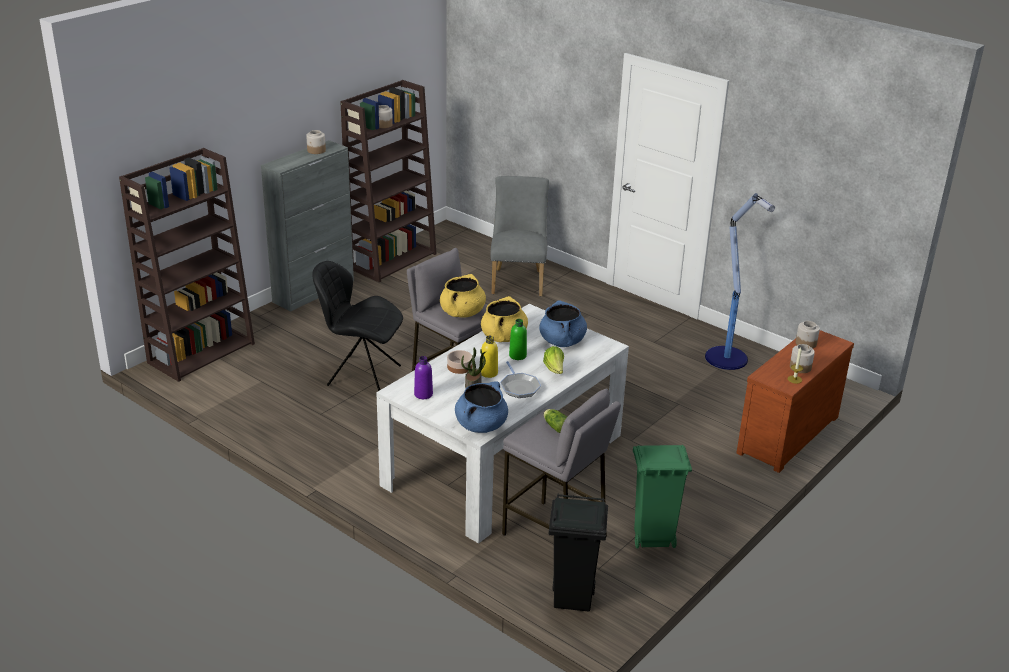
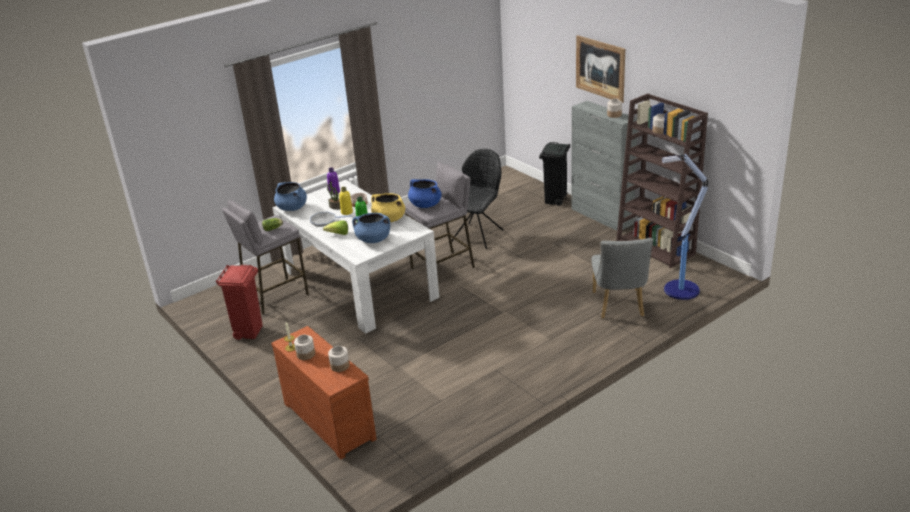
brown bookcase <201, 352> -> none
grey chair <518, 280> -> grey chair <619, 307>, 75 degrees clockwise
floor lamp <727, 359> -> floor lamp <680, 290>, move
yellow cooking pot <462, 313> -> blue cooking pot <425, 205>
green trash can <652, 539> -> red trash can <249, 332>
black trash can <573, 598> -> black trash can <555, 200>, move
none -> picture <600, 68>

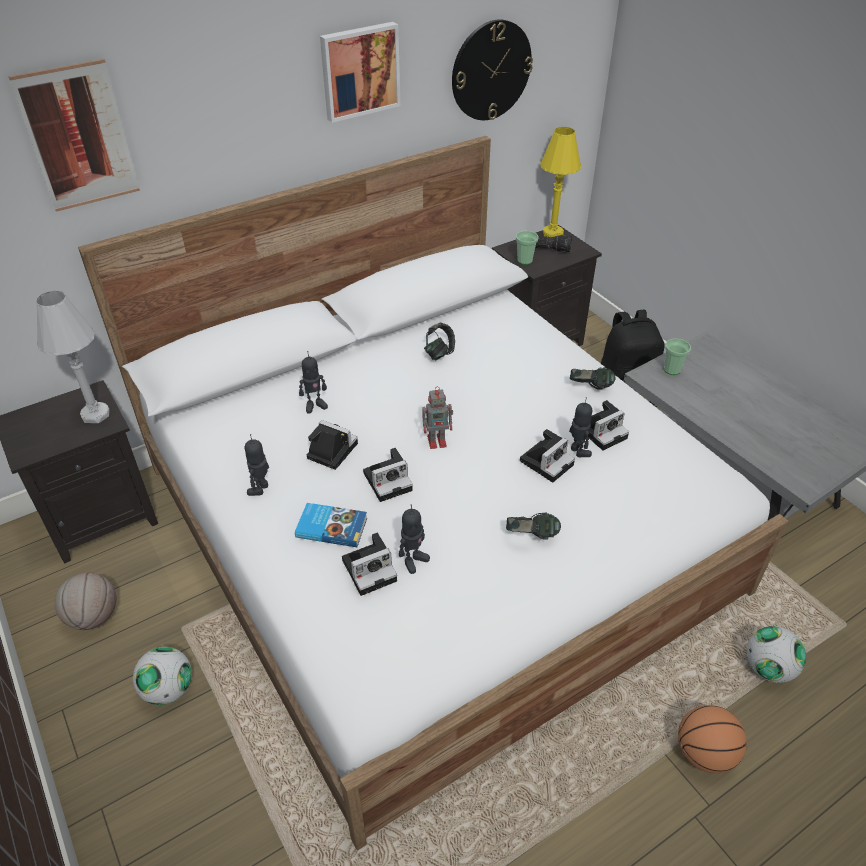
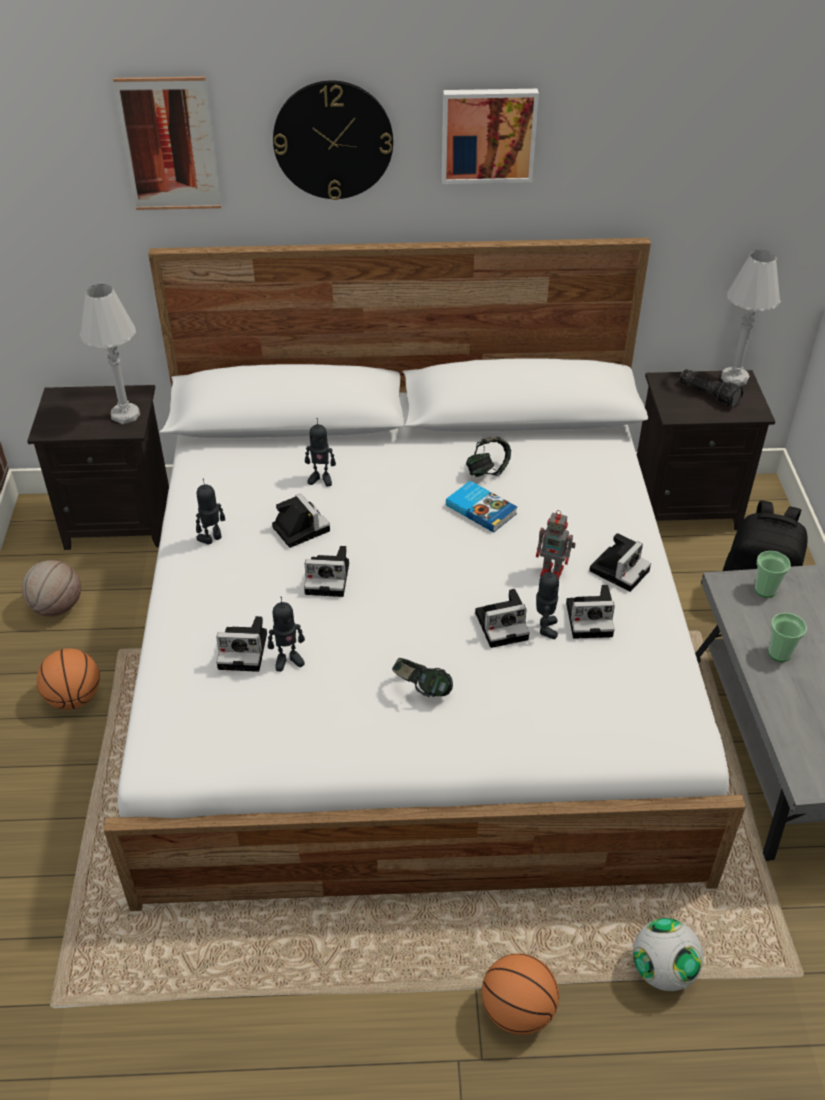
wall clock <491, 70> -> wall clock <333, 140>, move
yellow table lamp <552, 233> -> white table lamp <734, 378>
cup <525, 260> -> cup <779, 653>, move
headphones <590, 388> -> photo camera <619, 569>
toy robot <438, 441> -> toy robot <553, 572>, move
book <331, 527> -> book <481, 509>, move
football <168, 689> -> basketball <74, 698>

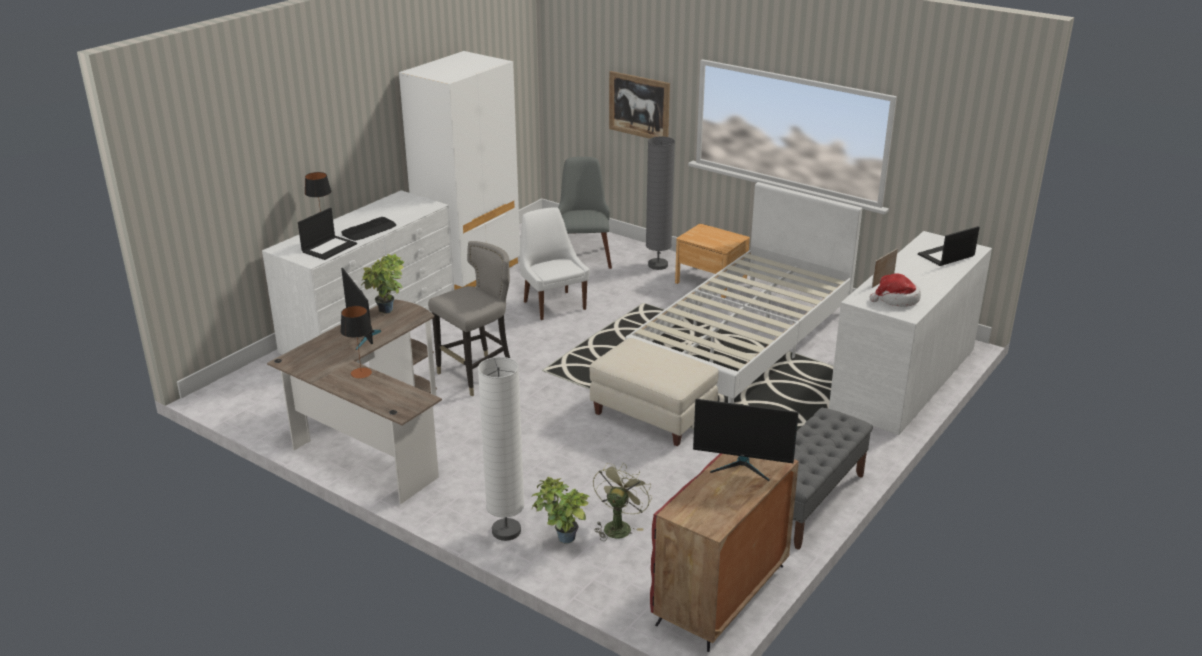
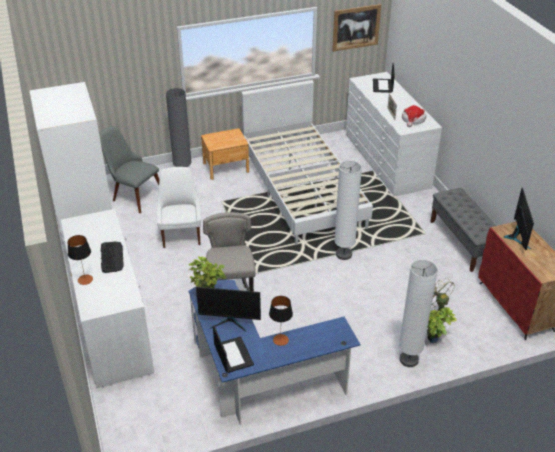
picture <639, 106> -> picture <356, 27>, move
white chair <553, 304> -> white chair <181, 235>, 75 degrees clockwise
laptop <329, 247> -> laptop <233, 354>, move
brown desk <371, 435> -> blue desk <257, 379>
beige ottoman <653, 415> -> white floor lamp <344, 254>
monitor <742, 466> -> monitor <517, 237>, 45 degrees counterclockwise

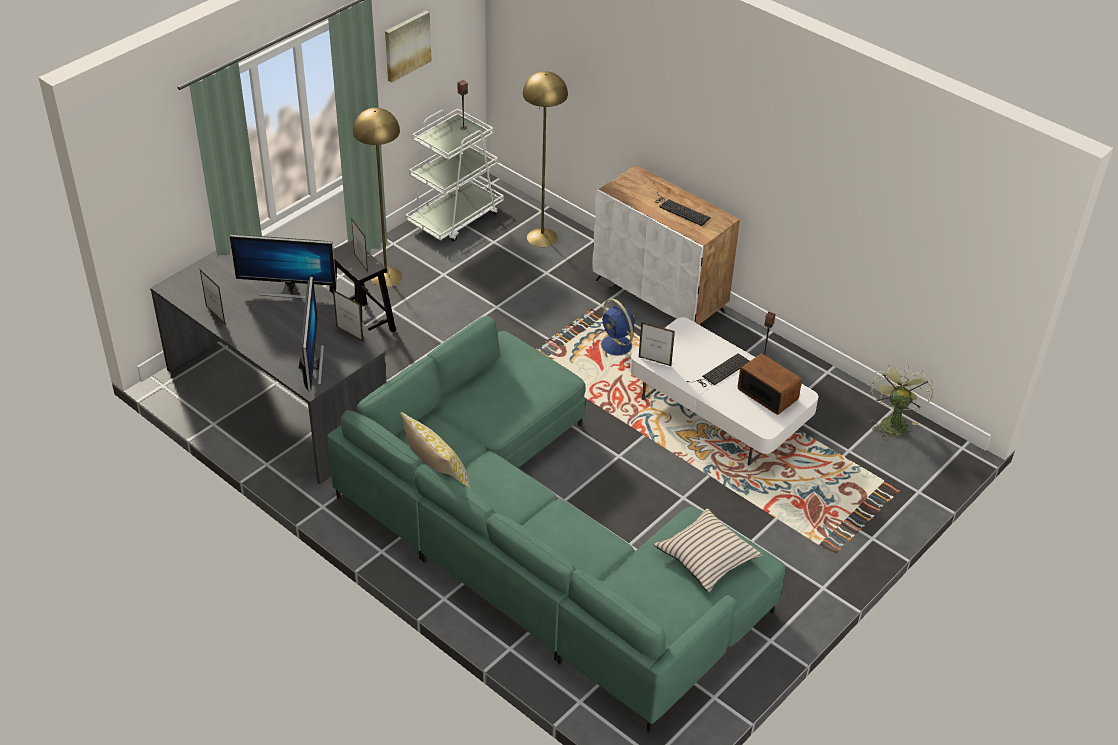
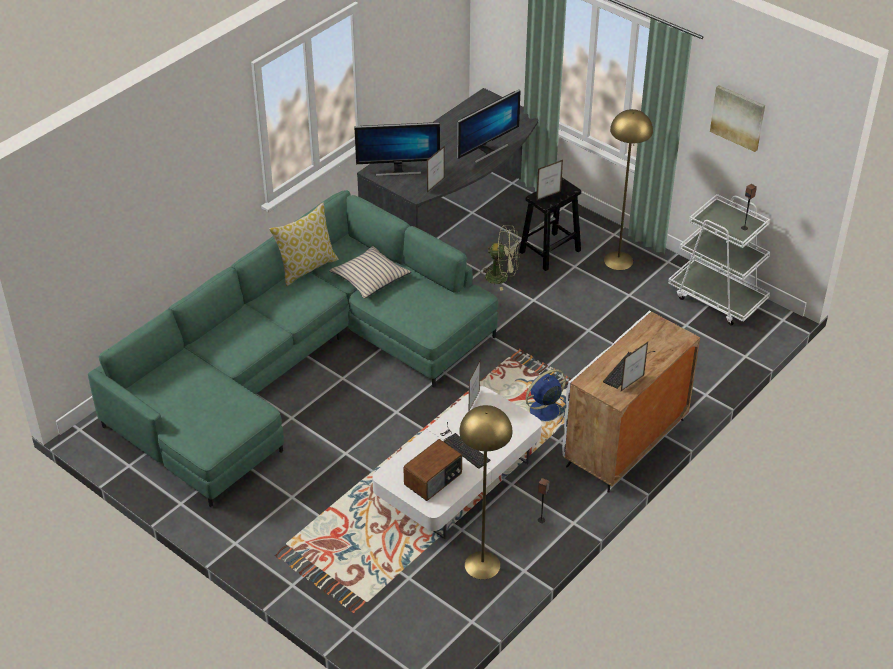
yellow floor lamp <542, 237> -> yellow floor lamp <482, 565>, move
monitor <287, 290> -> monitor <487, 150>, 135 degrees counterclockwise
picture frame <215, 315> -> picture frame <632, 383>, move
green fan <892, 422> -> green fan <502, 277>, move
beige pillow <706, 557> -> beige pillow <370, 278>, move

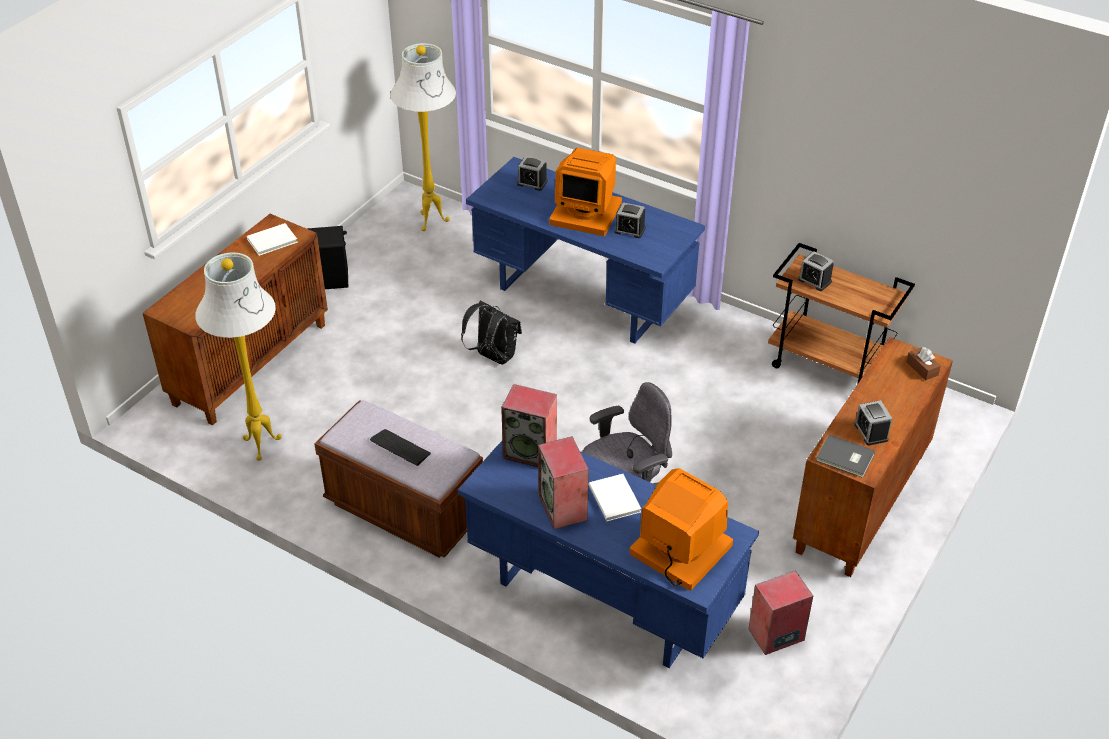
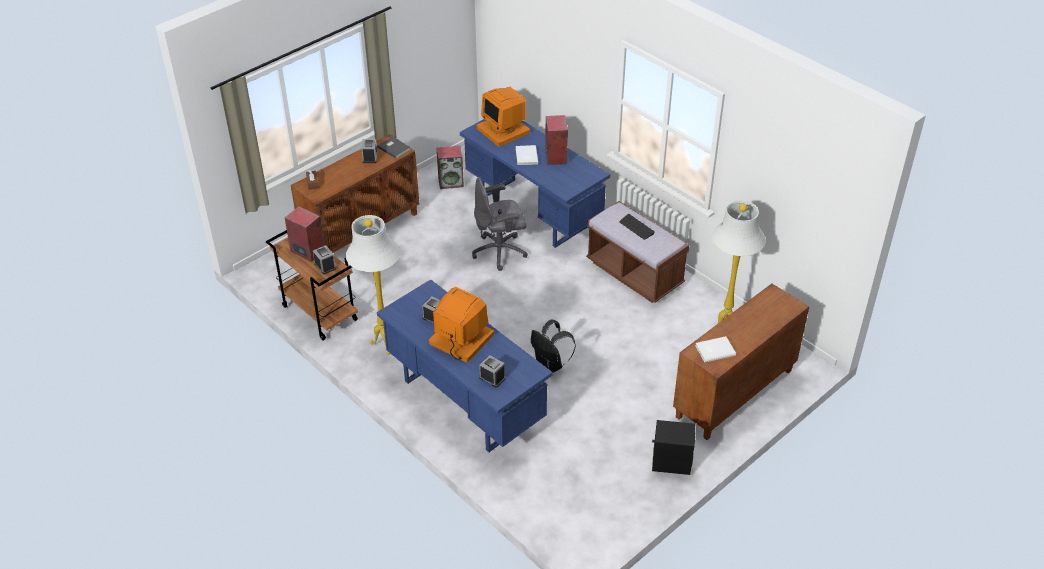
white floor lamp <432, 221> -> white floor lamp <383, 346>, move
speaker <531, 451> -> speaker <307, 251>, move

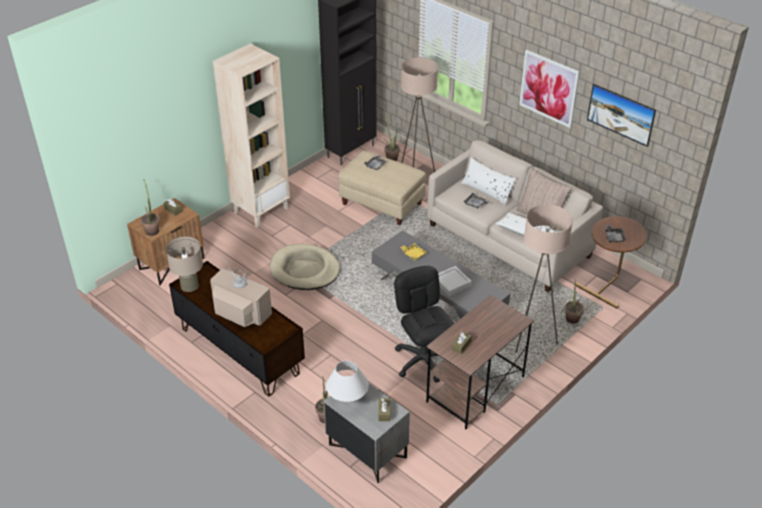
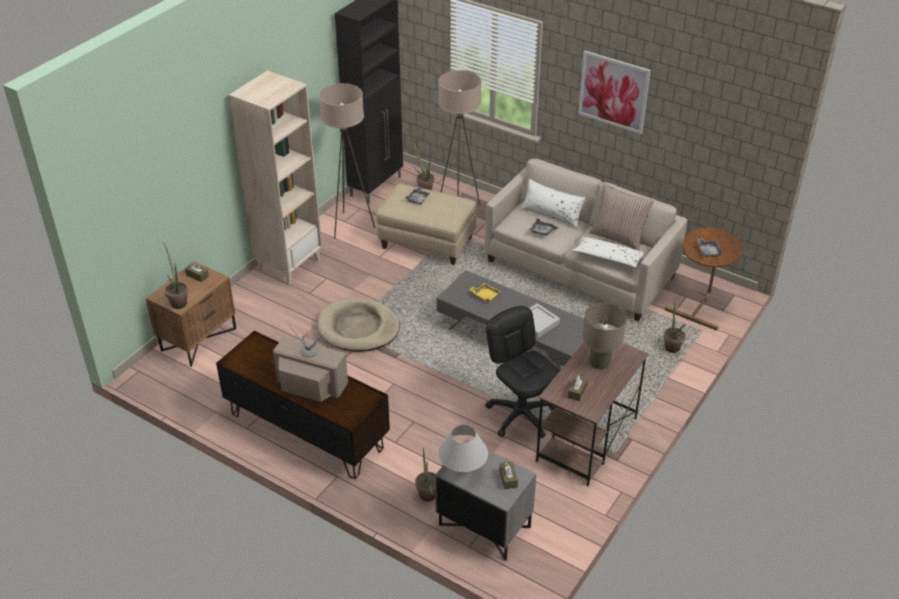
picture <619, 123> -> none
beige floor lamp <532, 340> -> beige floor lamp <350, 226>, move
beige table lamp <189, 285> -> beige table lamp <599, 362>, move

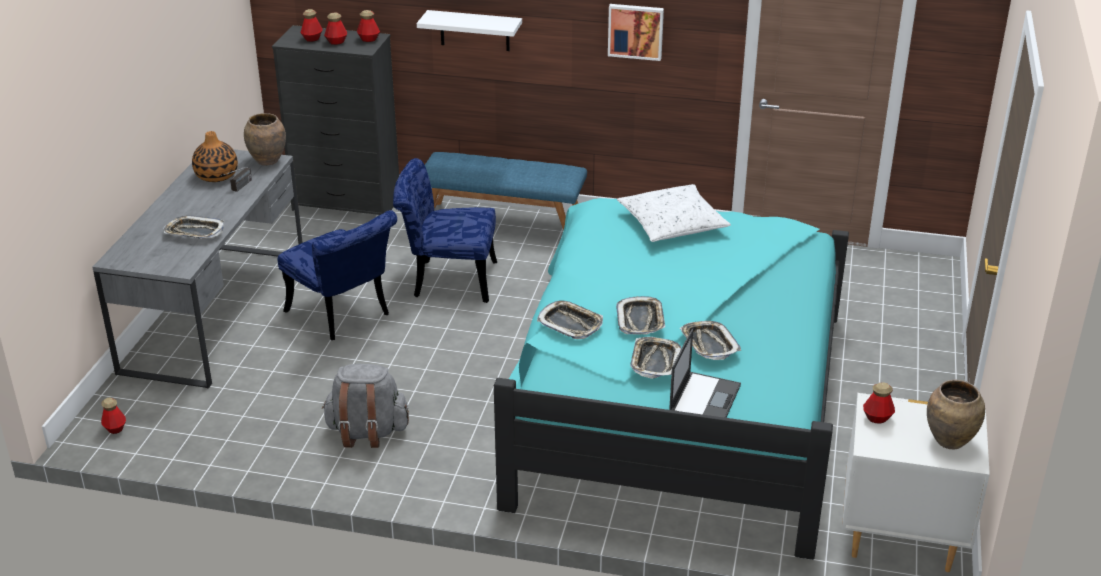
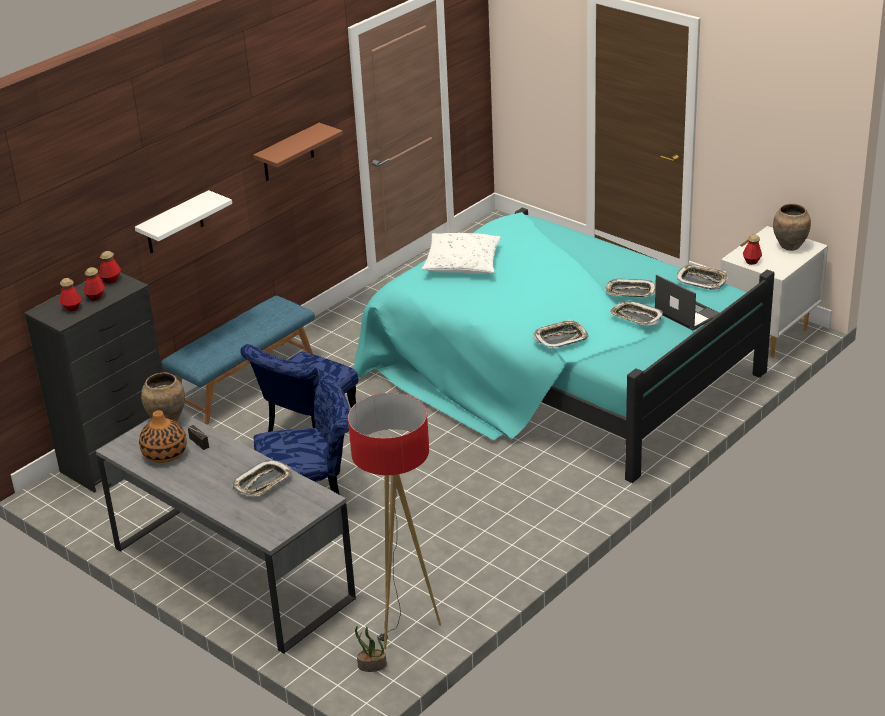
picture <636, 31> -> brown shelf <288, 153>
tray <641, 320> -> tray <701, 280>, move
grey backpack <367, 432> -> none
bottle <115, 428> -> potted plant <371, 666>
none -> floor lamp <403, 626>

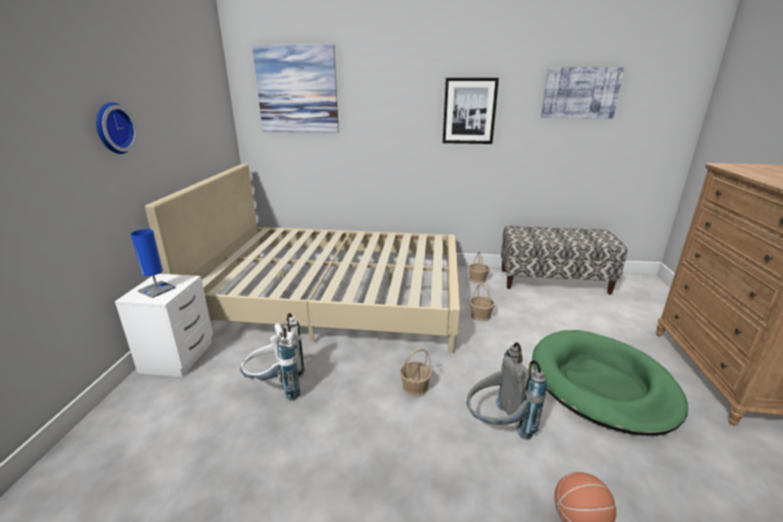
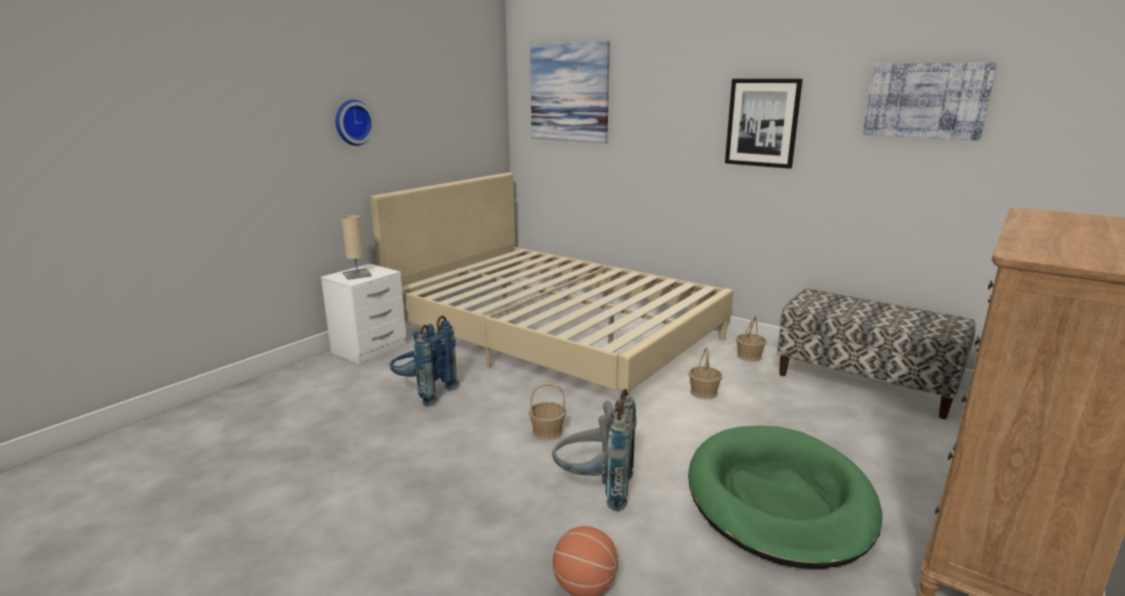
blue table lamp <157, 289> -> beige table lamp <357, 274>
white backpack <277, 387> -> blue backpack <423, 393>

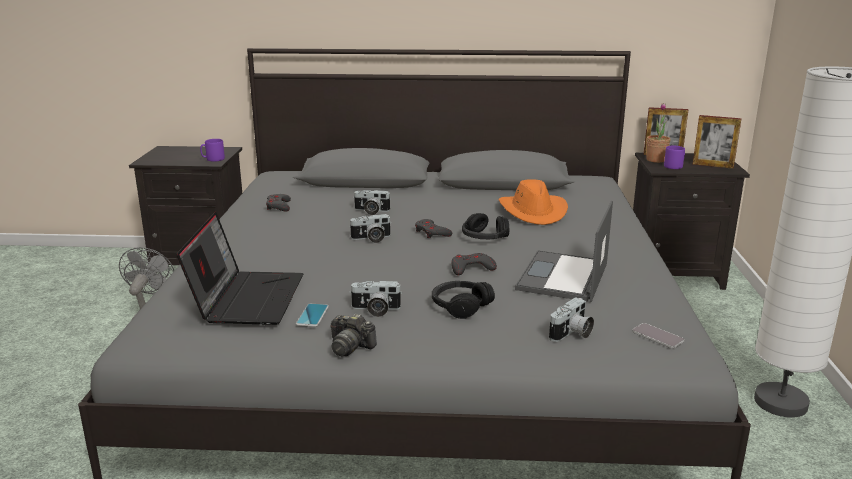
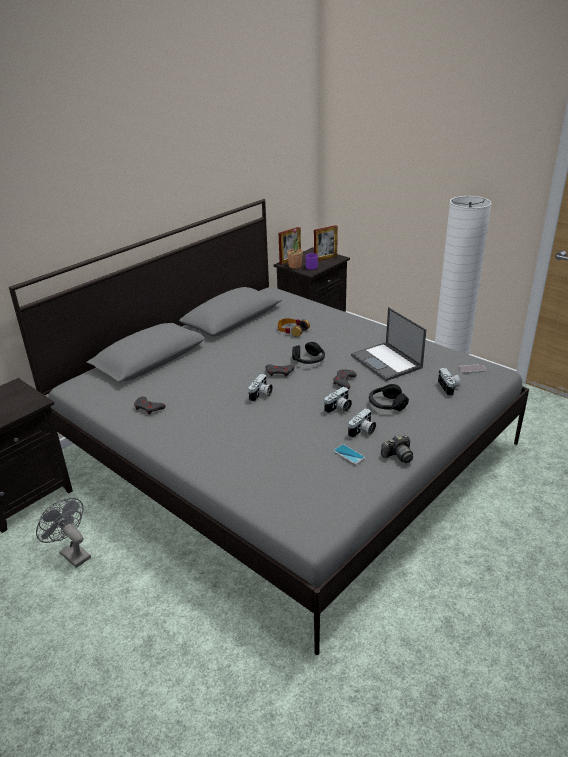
purple mug <213, 159> -> none
orange hat <533, 212> -> headphones <292, 330>
photo camera <371, 211> -> photo camera <339, 408>, move
laptop <247, 298> -> none

